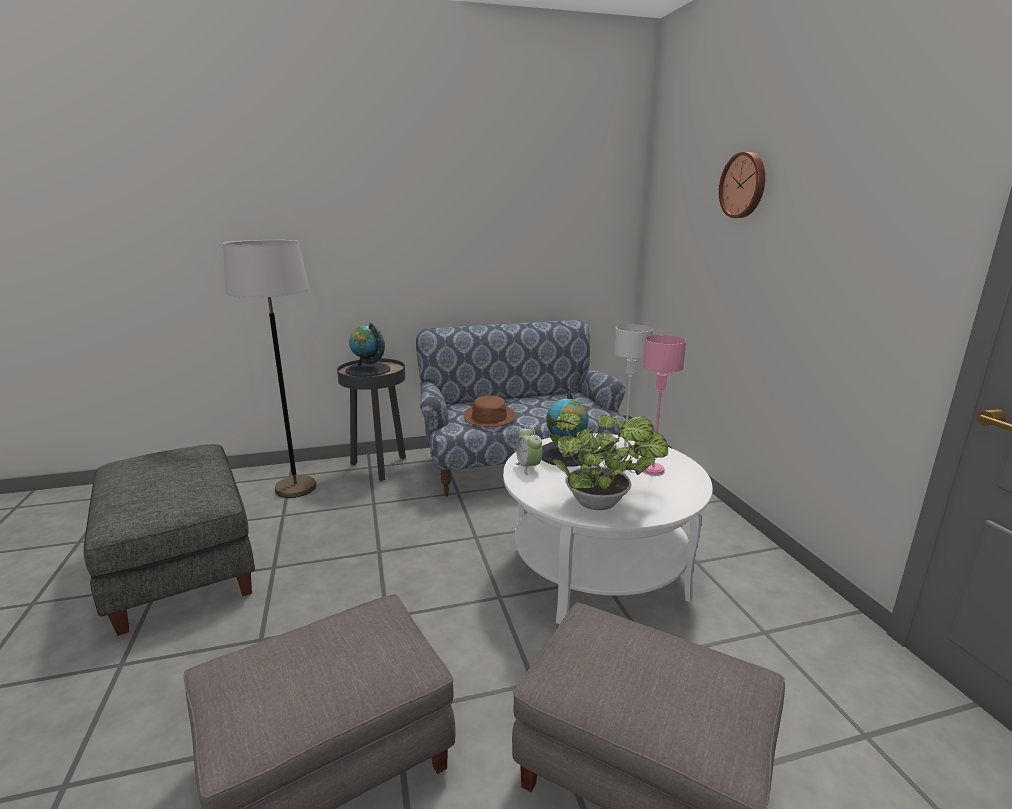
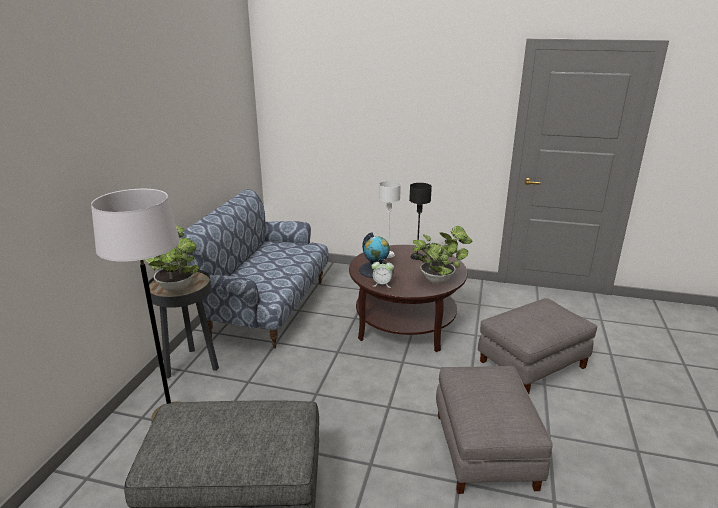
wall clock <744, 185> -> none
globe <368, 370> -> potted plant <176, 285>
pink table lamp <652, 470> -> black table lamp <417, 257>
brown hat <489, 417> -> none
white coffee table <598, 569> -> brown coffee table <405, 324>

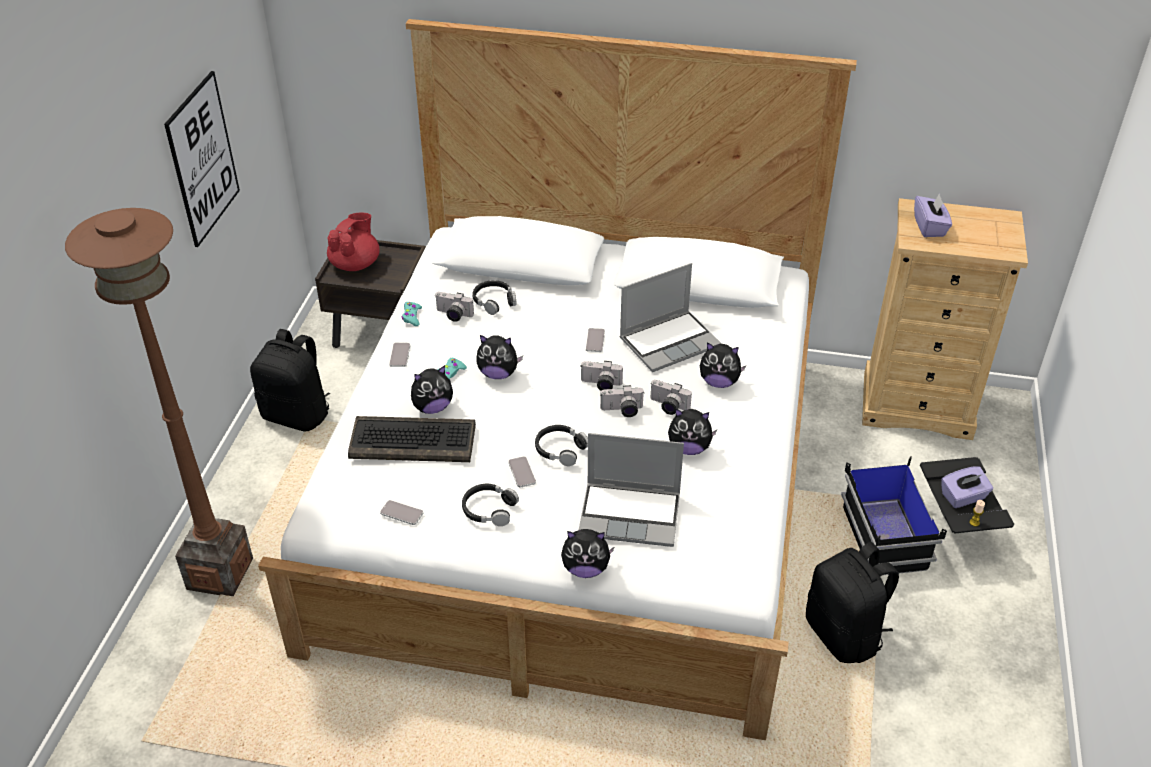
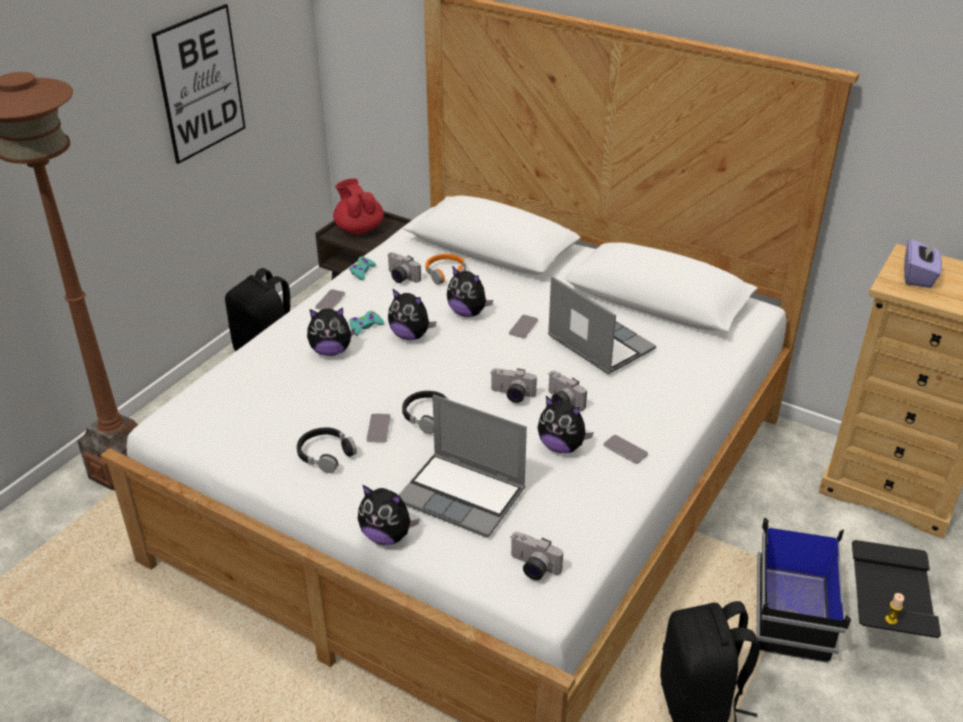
red teapot <356, 264> -> red teapot <359, 228>, 75 degrees counterclockwise
laptop <669, 341> -> laptop <598, 343>, 120 degrees counterclockwise
black headphones <494, 301> -> orange headphones <446, 273>
plush toy <719, 382> -> plush toy <468, 313>, move
photo camera <600, 385> -> photo camera <532, 568>, move
keyboard <414, 441> -> none
purple tissue box <963, 497> -> none
phone <401, 513> -> phone <625, 450>, move

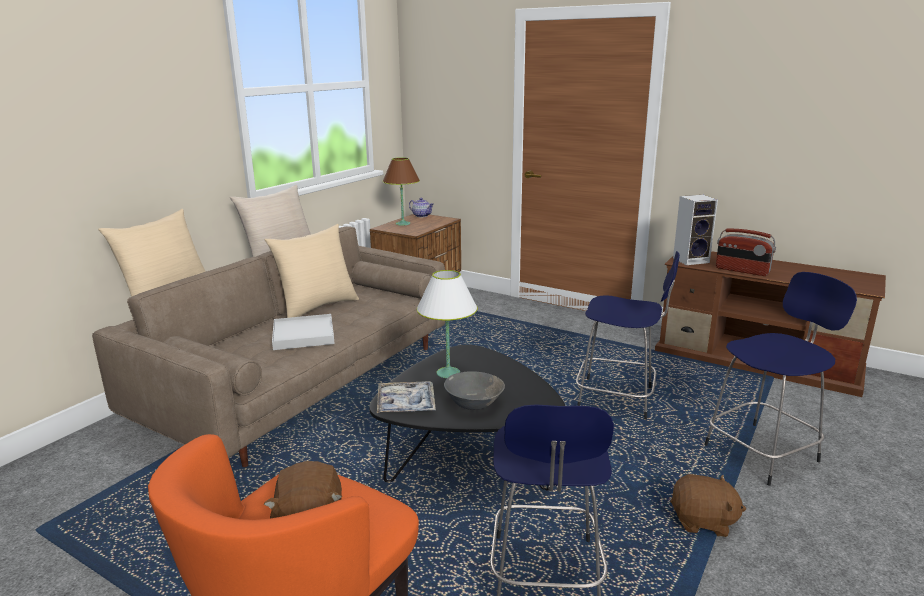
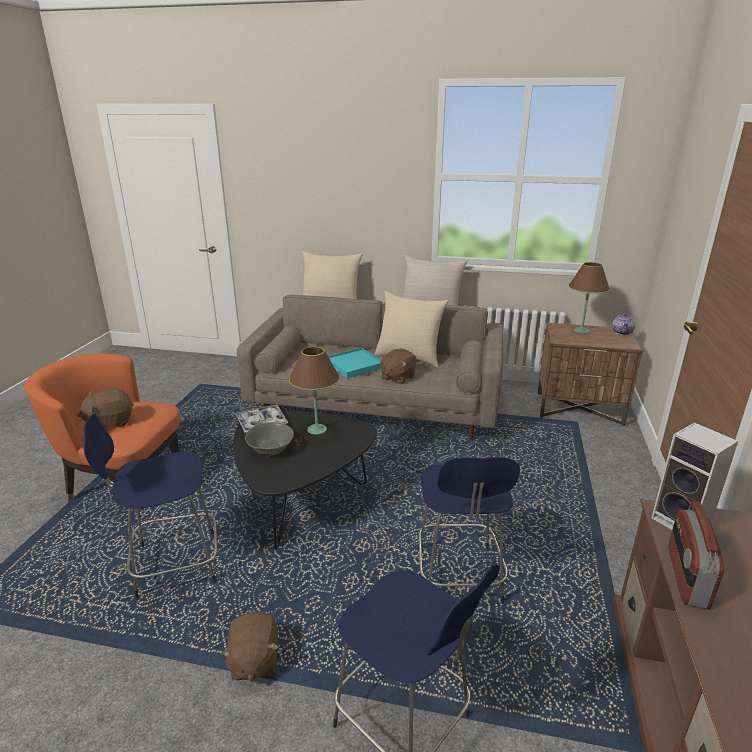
white table lamp <448, 373> -> brown table lamp <316, 429>
white tray <304, 335> -> turquoise tray <354, 365>
none -> brown plush toy <397, 377>

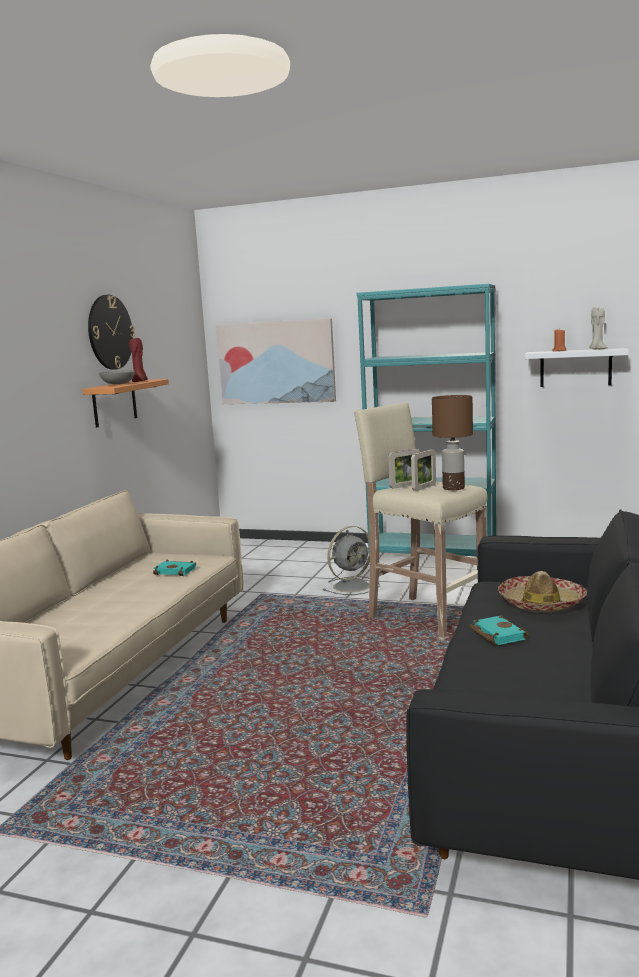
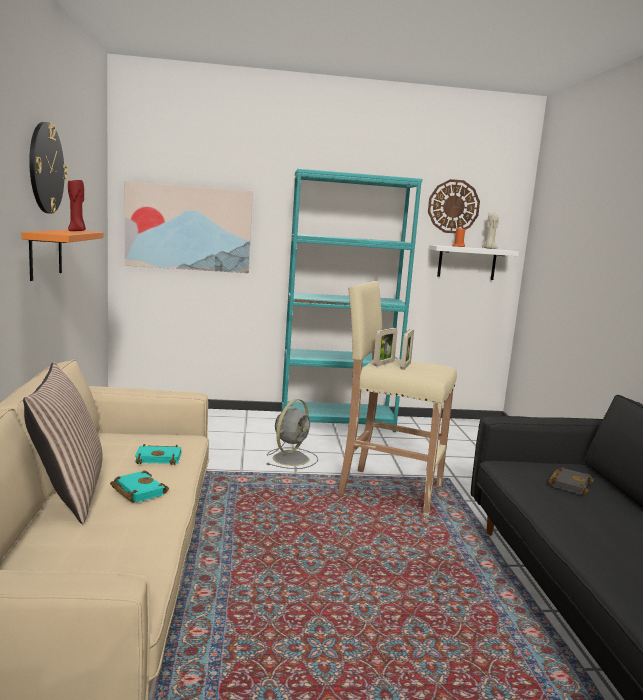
grey bowl <117, 384> -> none
brown table lamp <453, 488> -> none
hat <541, 603> -> black book <569, 484>
turquoise book <496, 635> -> turquoise book <136, 491>, move
none -> wall clock <453, 206>
none -> pillow <68, 493>

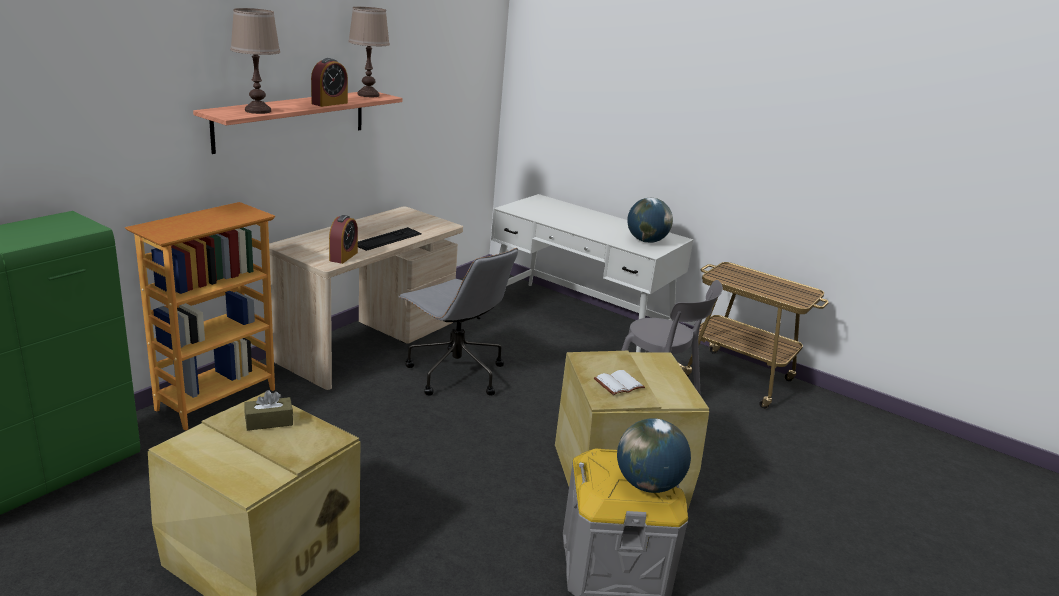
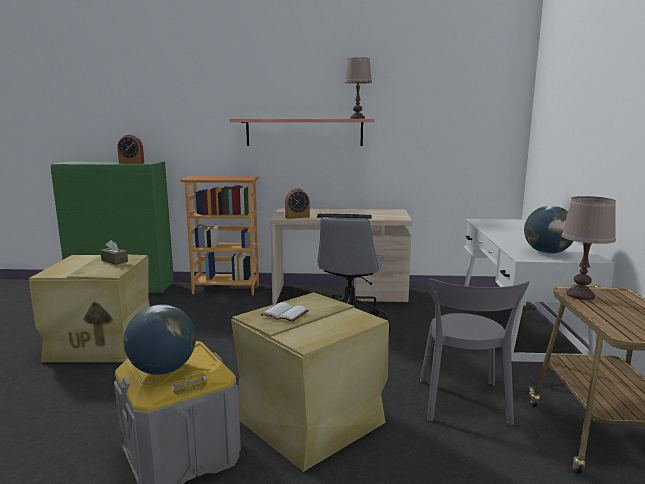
brown table lamp <258, 111> -> brown table lamp <580, 295>, move
alarm clock <329, 103> -> alarm clock <131, 163>, move

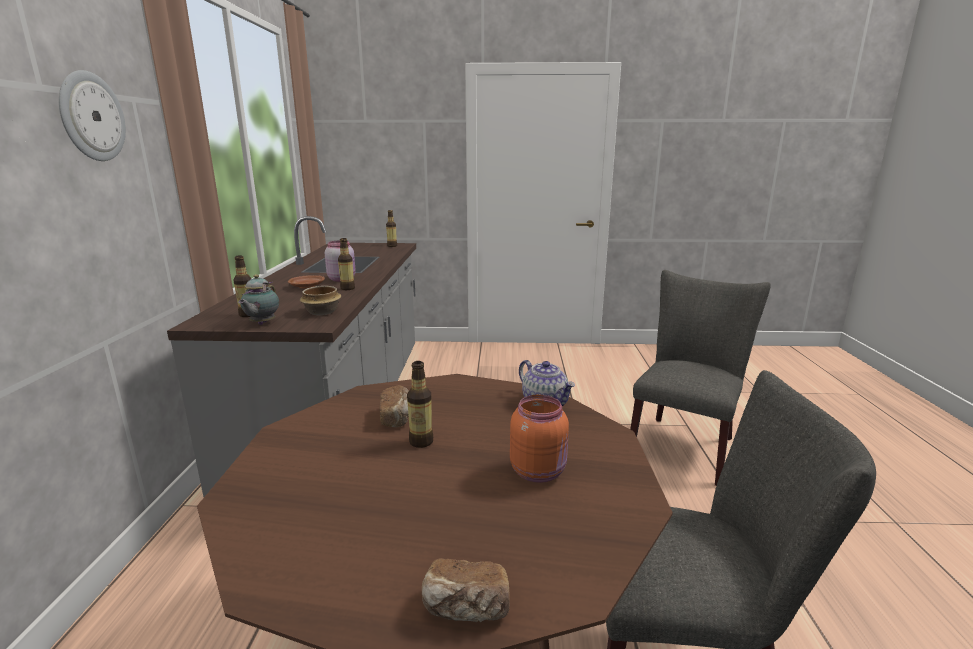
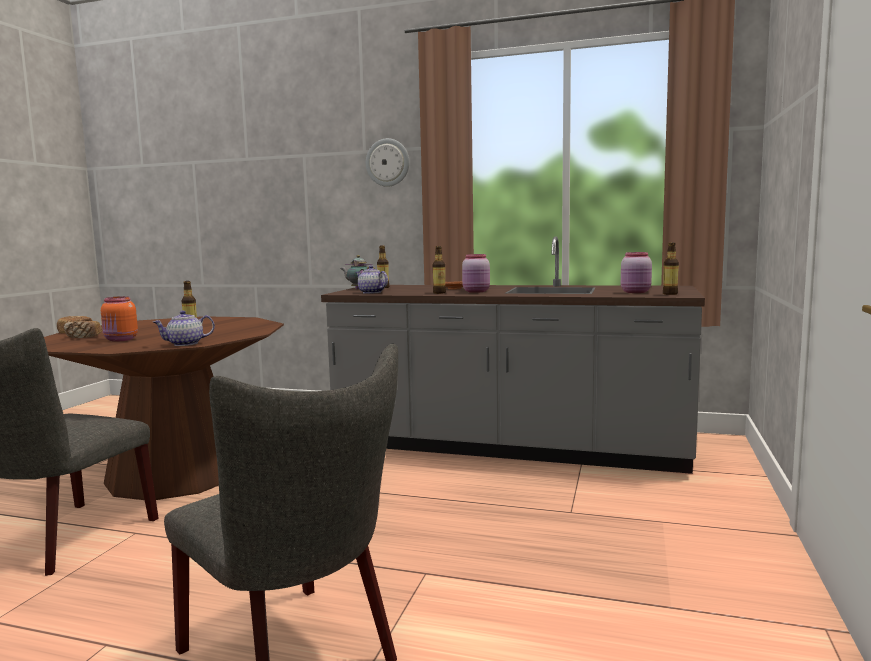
bowl <323, 312> -> teapot <371, 292>
bread <397, 417> -> bread <83, 337>, move
none -> pink jar <636, 292>

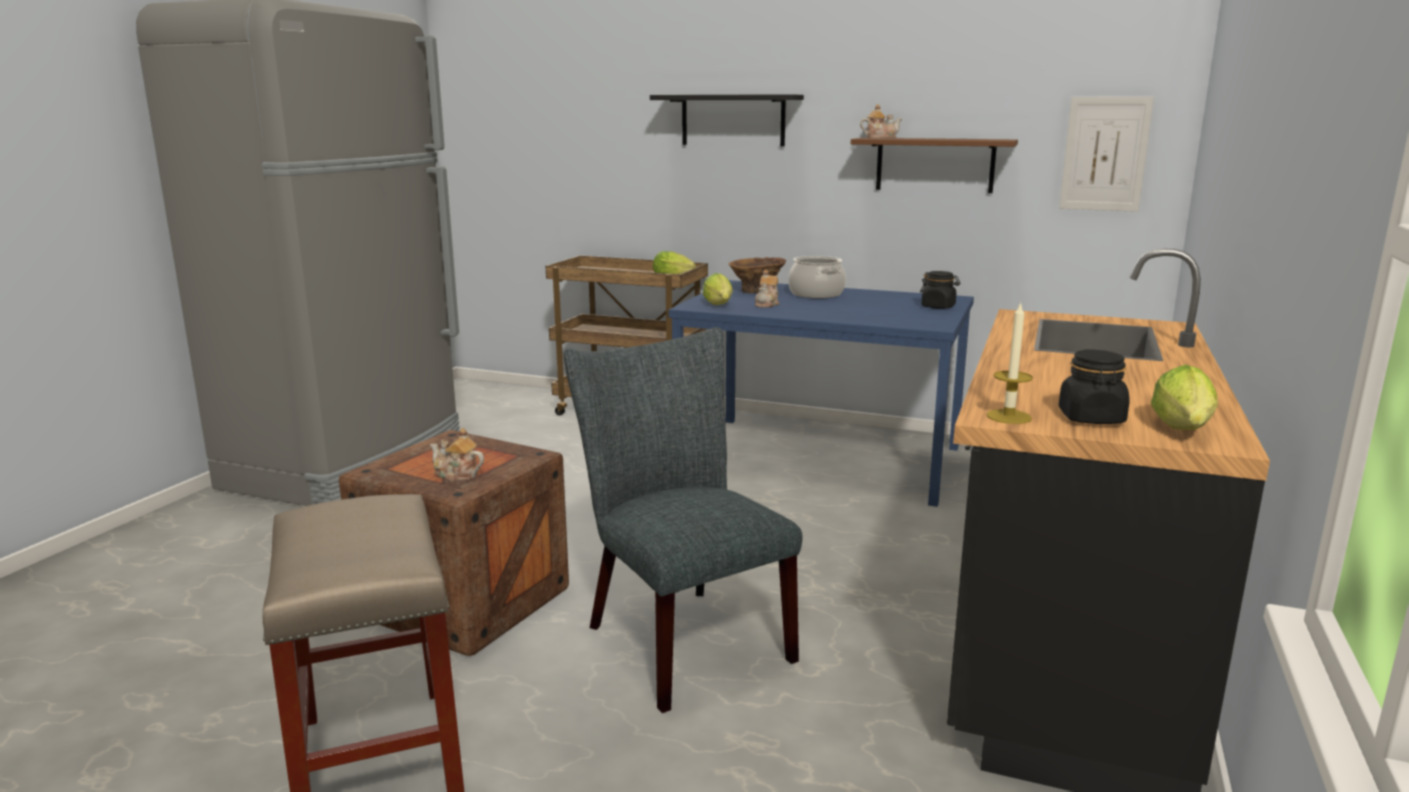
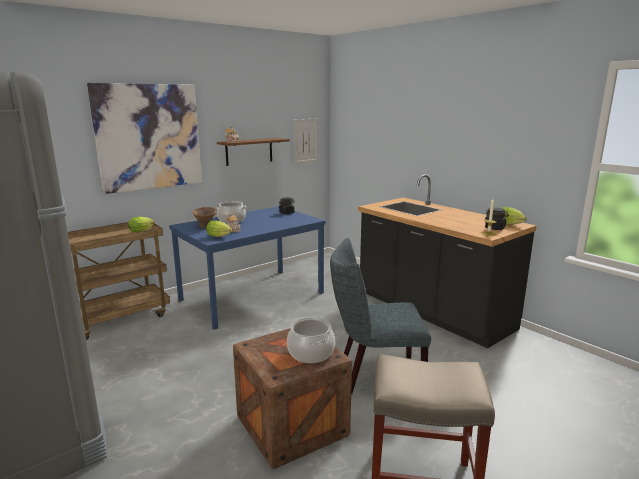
black shelf <733, 120> -> picture <149, 137>
teapot <456, 475> -> cooking pot <311, 352>

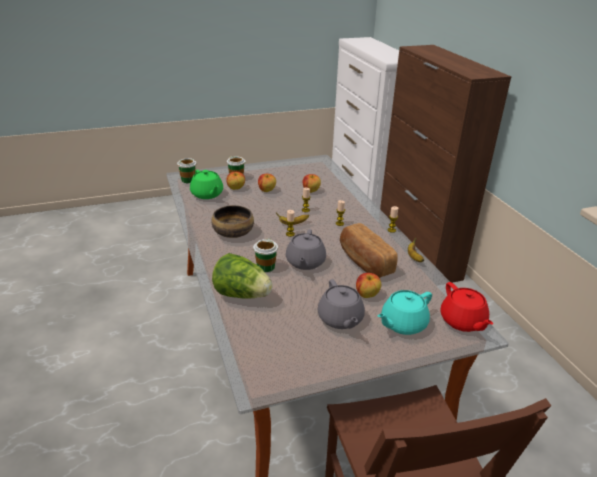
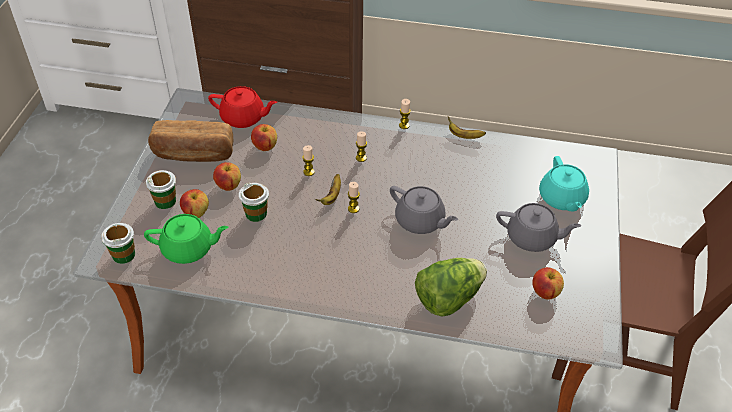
bowl <232, 232> -> none
bread <364, 262> -> bread <193, 154>, move
cup <265, 267> -> cup <256, 214>, move
apple <367, 294> -> apple <545, 292>, move
red teapot <463, 321> -> red teapot <243, 118>, move

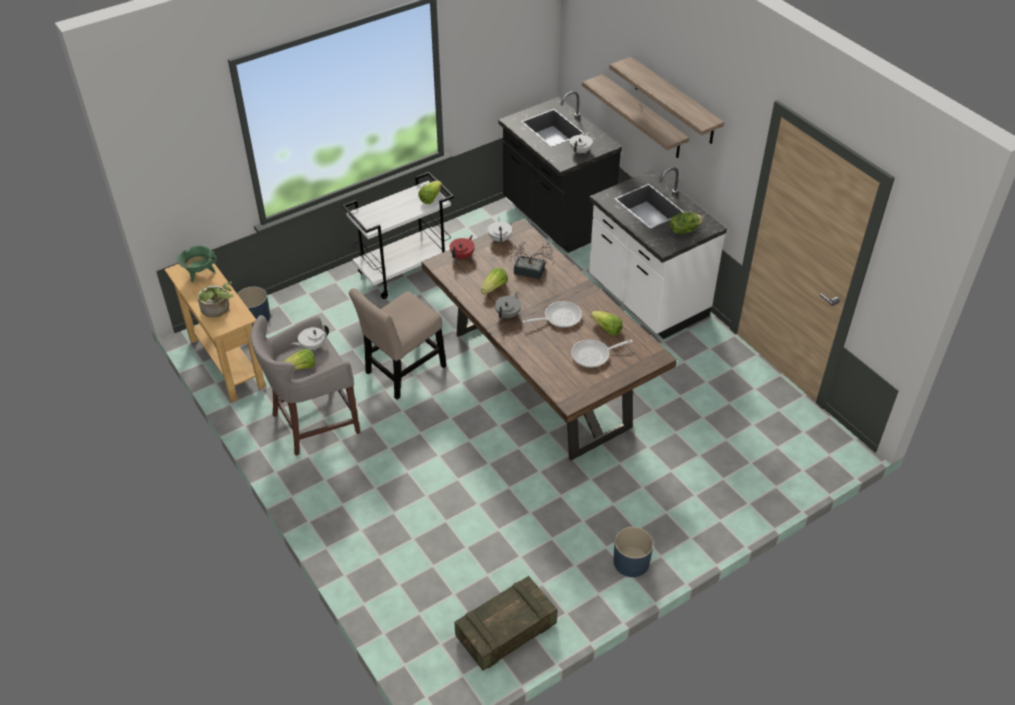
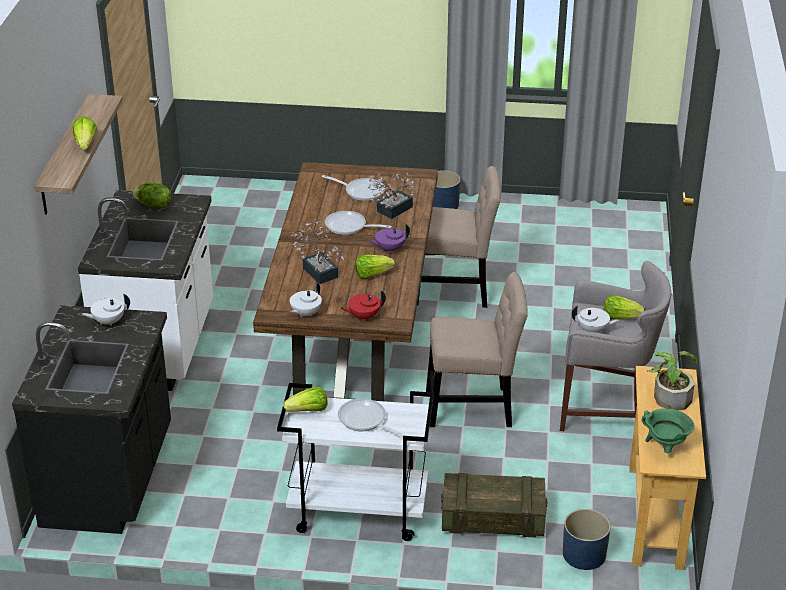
shelf <643, 117> -> none
grey teapot <508, 314> -> purple teapot <389, 249>
lettuce <606, 329> -> lettuce <85, 144>, move
crate <506, 631> -> crate <493, 518>, move
none -> beige chair <455, 291>
none -> potted plant <391, 210>
none -> frying pan <365, 421>

